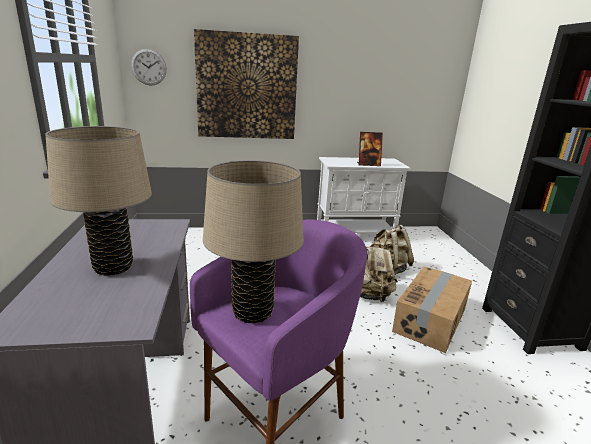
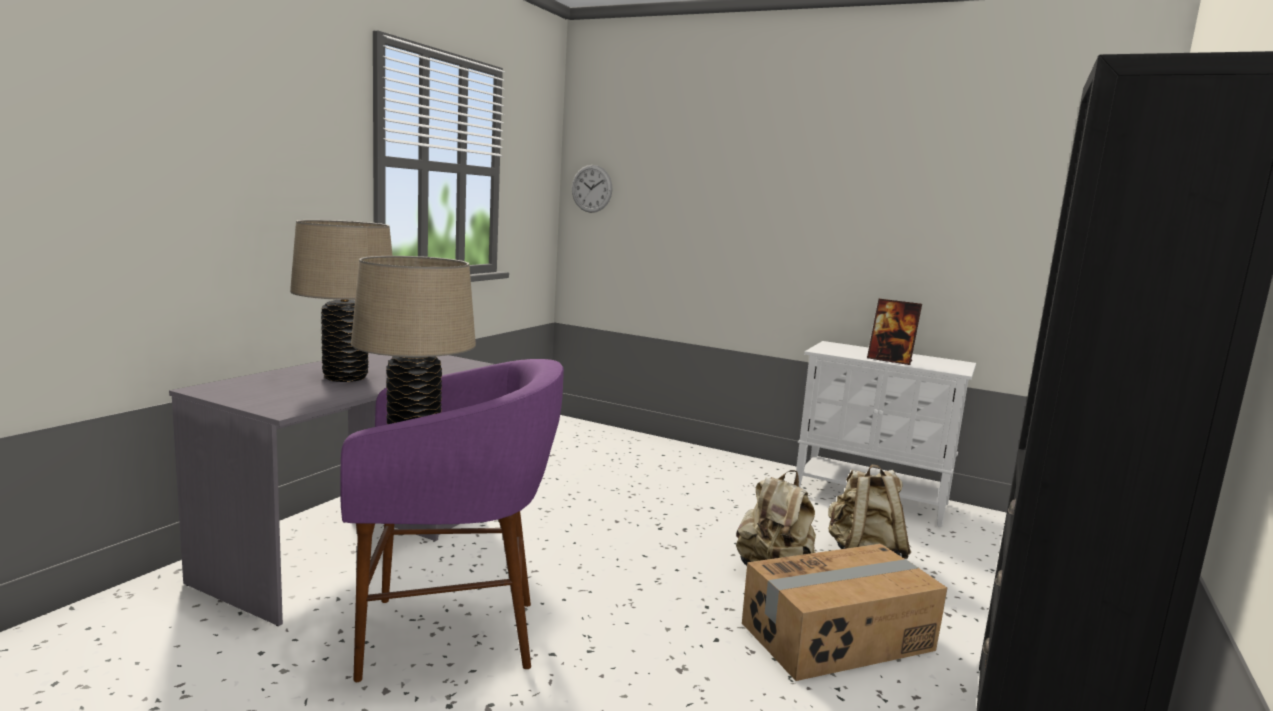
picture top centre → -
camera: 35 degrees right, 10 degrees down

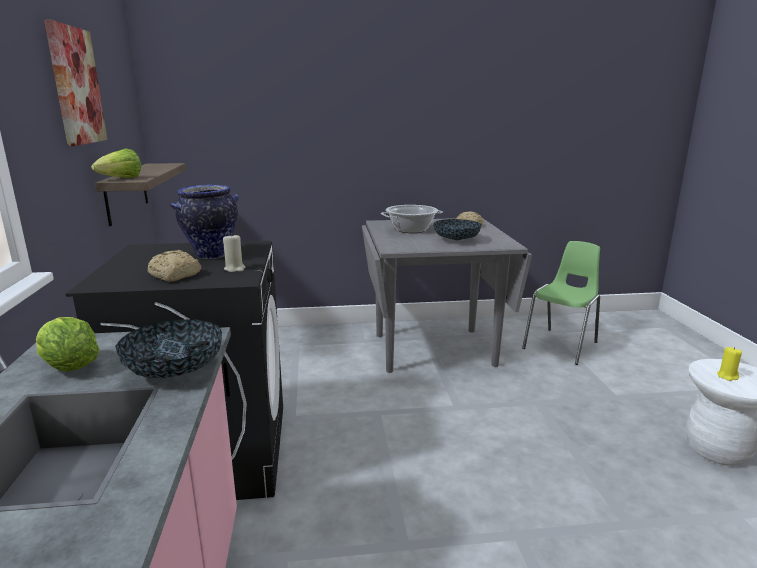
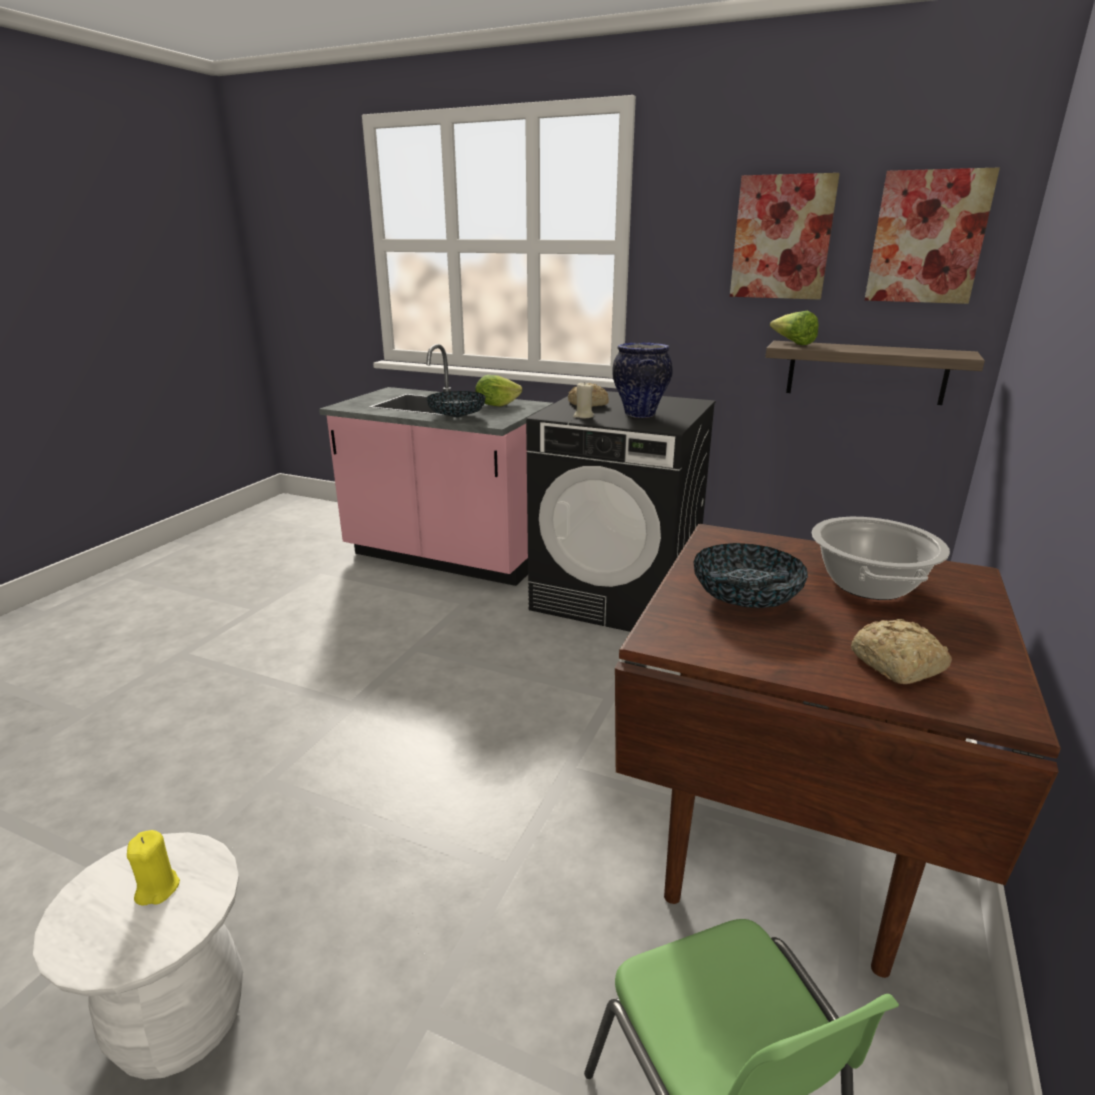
dining table (grey) centre → dining table (brown) bottom right
- → picture (2nd from left) top right
camera: 120 degrees right, 5 degrees up

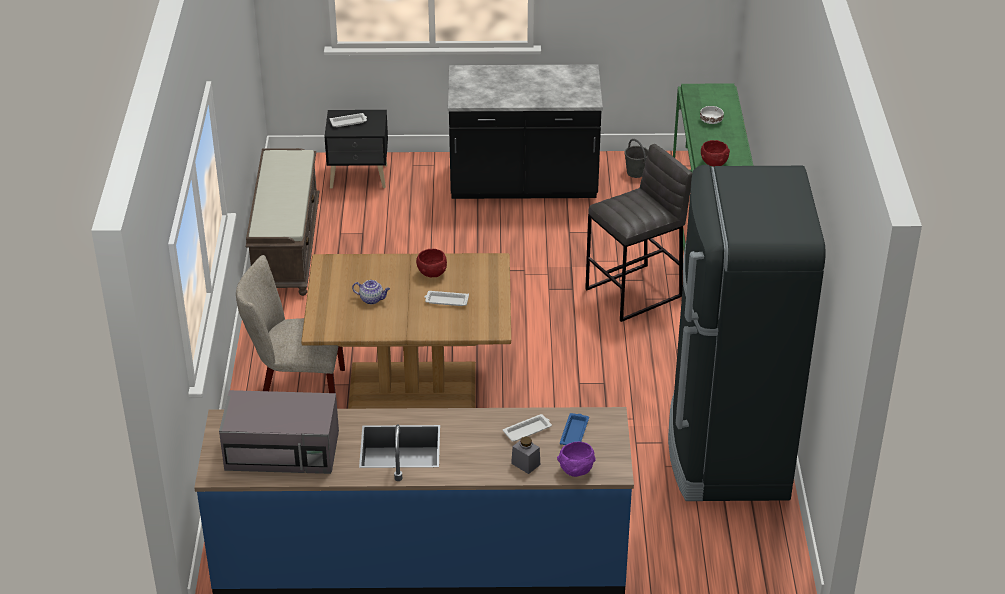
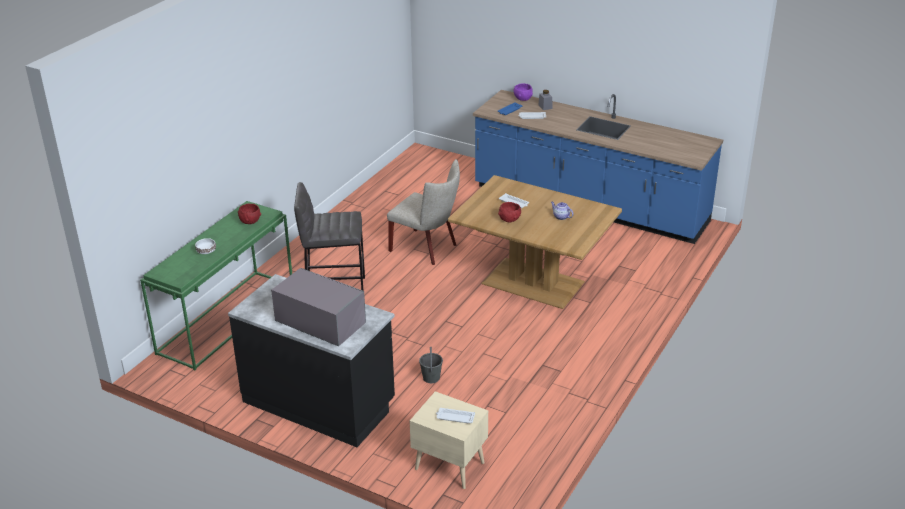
microwave (grey) bottom left → microwave (grey) centre, move
chair (beige) middle left → chair (beige) centre, move
nightstand (black) top centre → nightstand (beige) bottom centre
bucket (grey) top centre → bucket (grey) bottom centre, move
bench (brown) middle left → -
fridge (black) middle right → -
camera: 150 degrees left, 5 degrees down

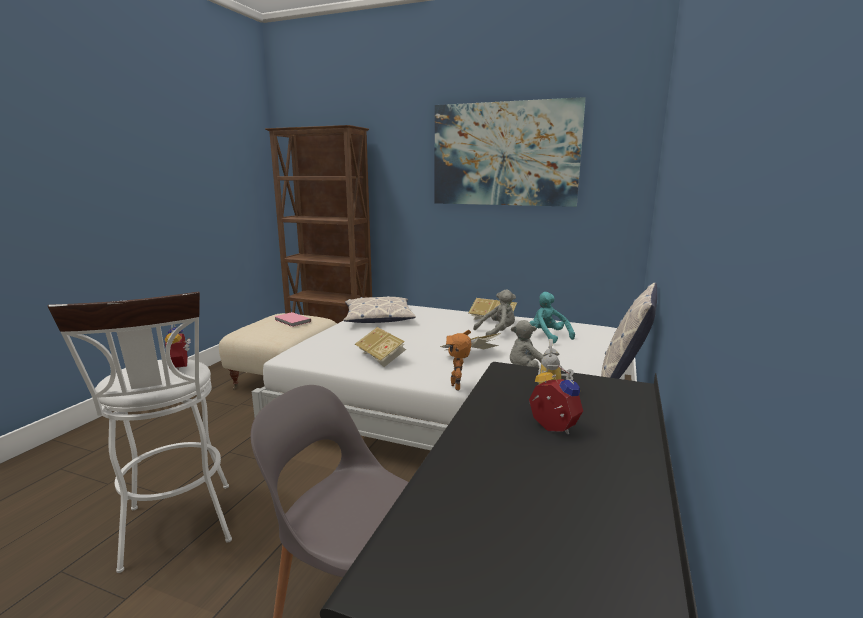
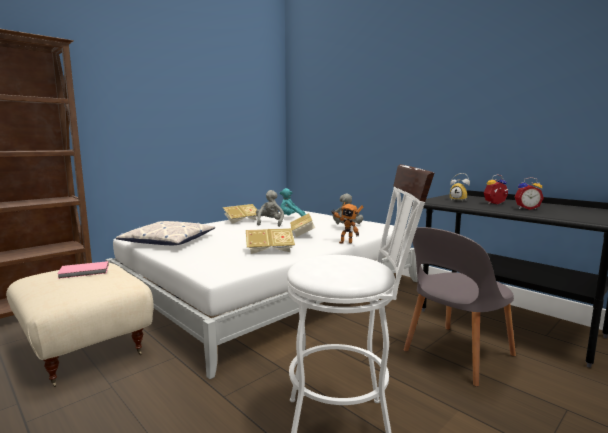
alarm clock (1st from left in the first image) middle left → alarm clock (3rd from left) middle right, move
picture top centre → -
pillow (2nd from left) middle right → -
camera: 65 degrees left, 5 degrees down

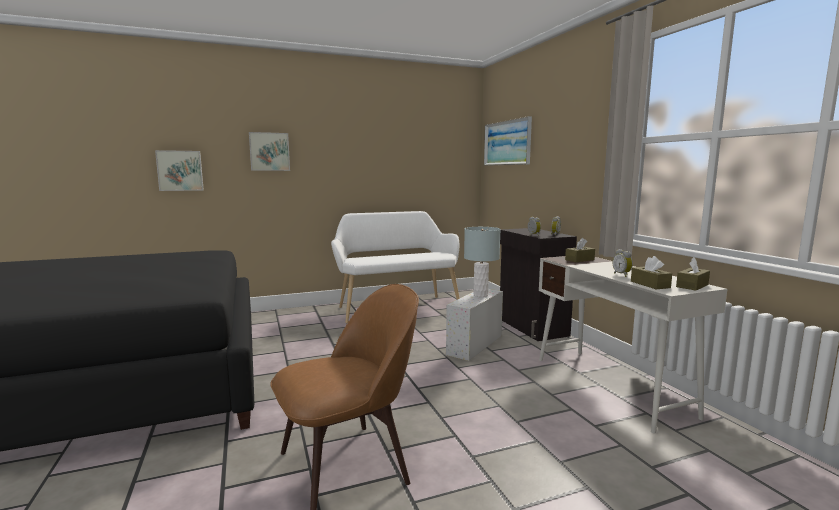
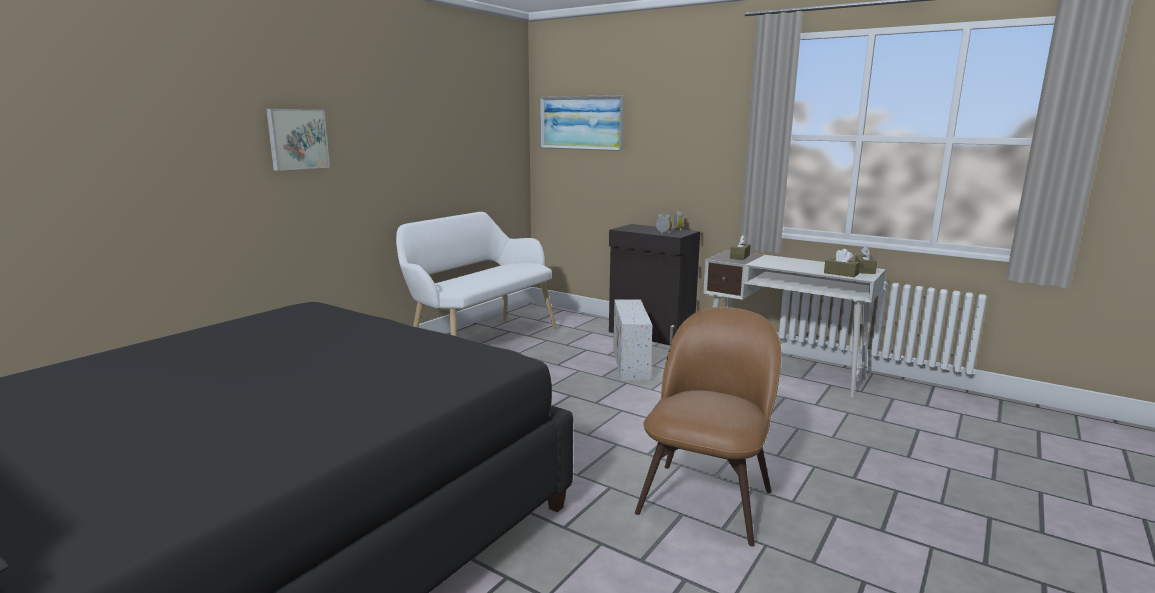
picture (1st from left) middle left → -
table lamp (grey) centre → -
alarm clock (3rd from left) middle right → -
camera: 35 degrees left, 5 degrees up

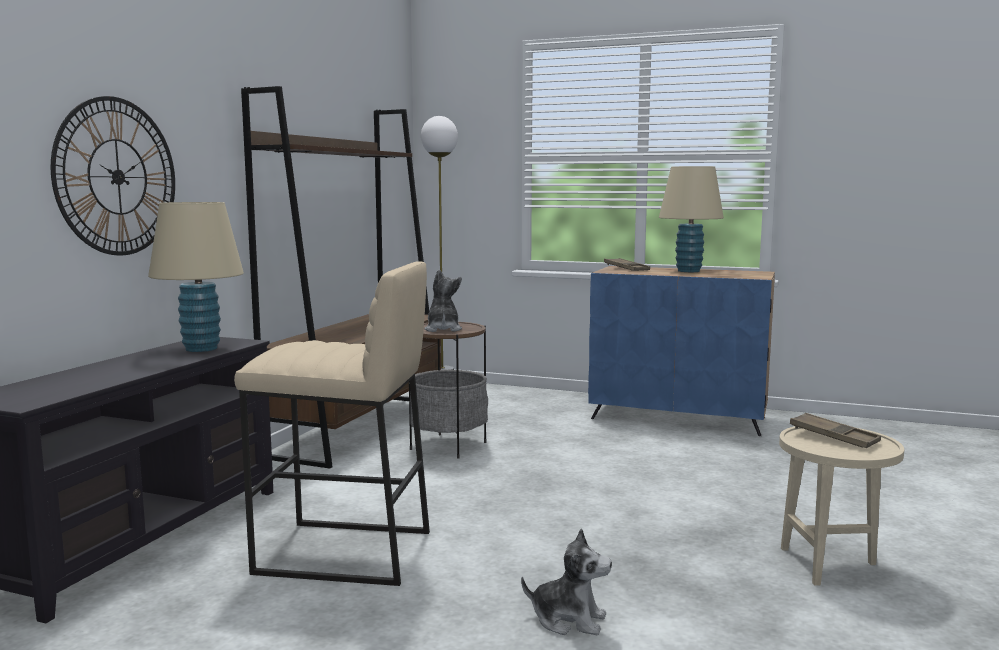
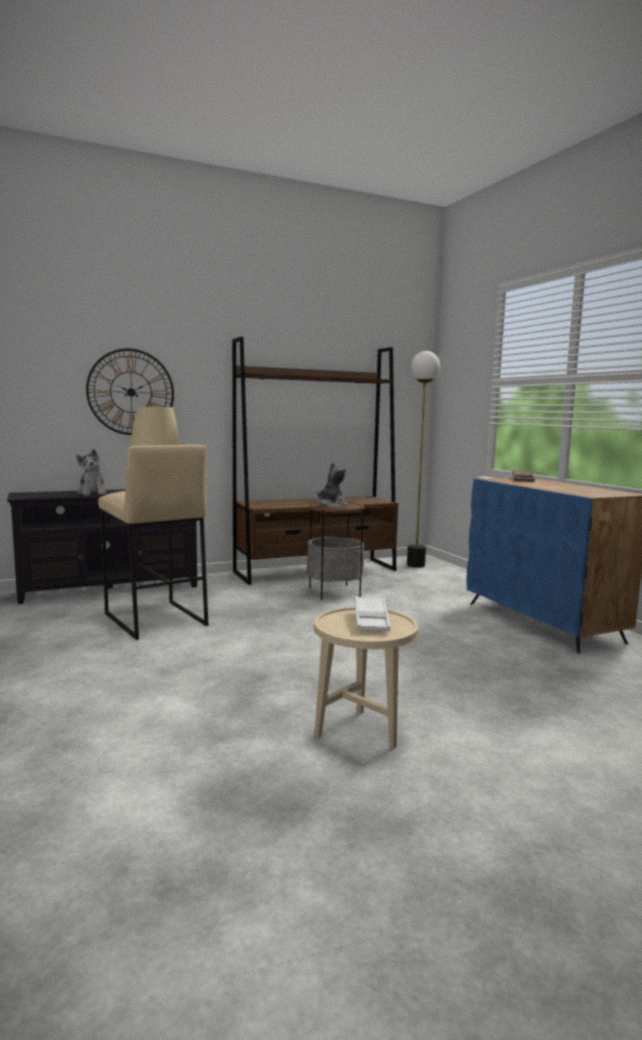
plush toy (2nd from left in the first image) bottom centre → plush toy (1st from left) middle left, move
tray (brown) (2nd from left) middle right → tray (white) centre
table lamp (beige) (2nd from left) middle right → -
camera: 45 degrees right, 0 degrees up

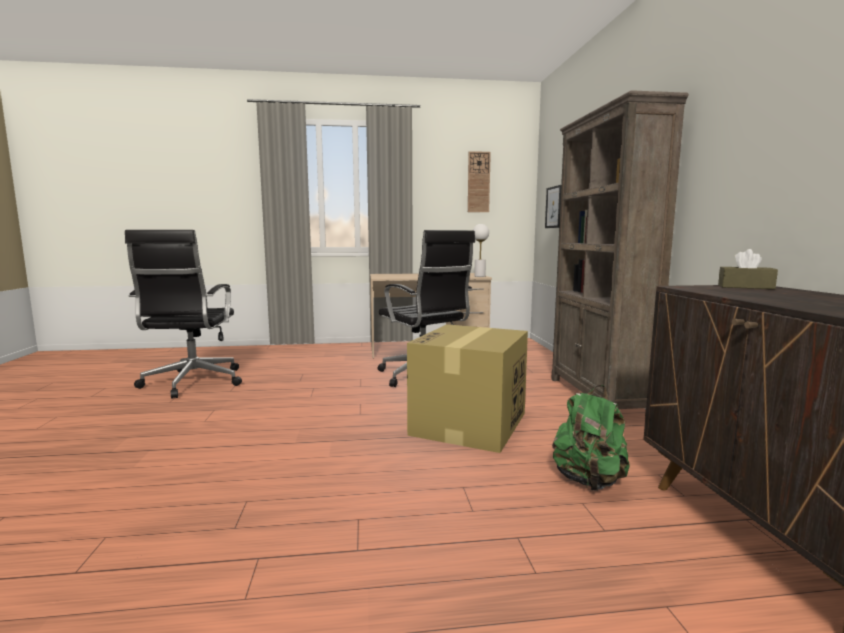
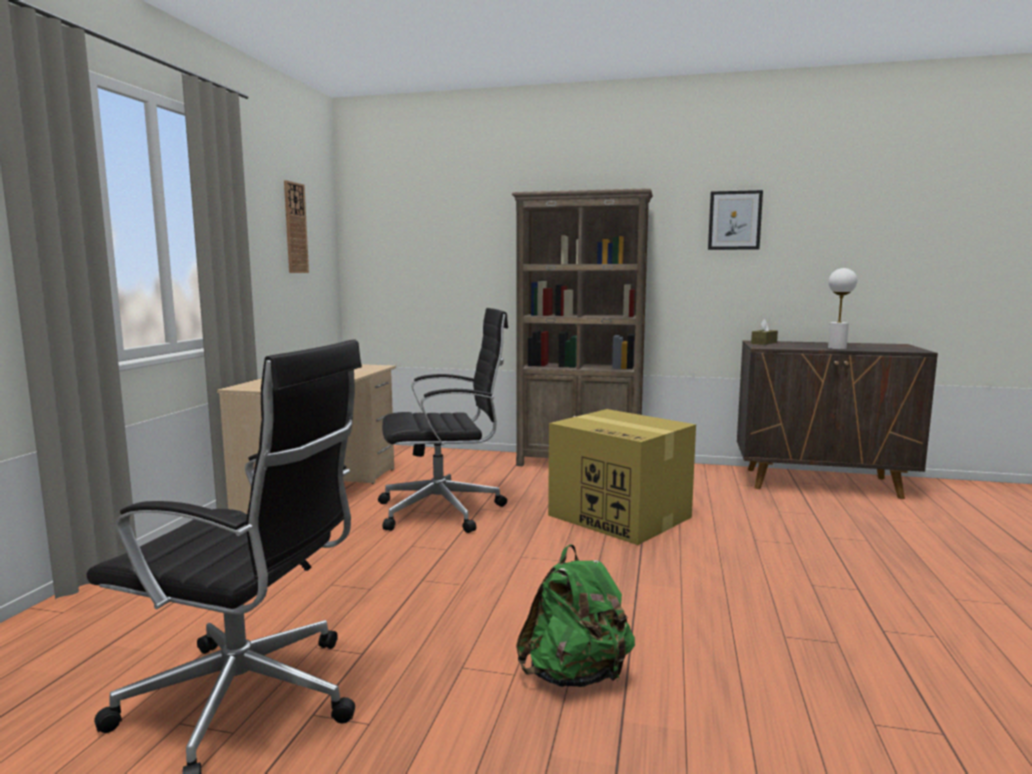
backpack (green) bottom right → backpack (green) bottom centre, move
picture top centre → picture top right, move
table lamp (white) centre → table lamp (white) middle right, move
camera: 70 degrees left, 0 degrees up

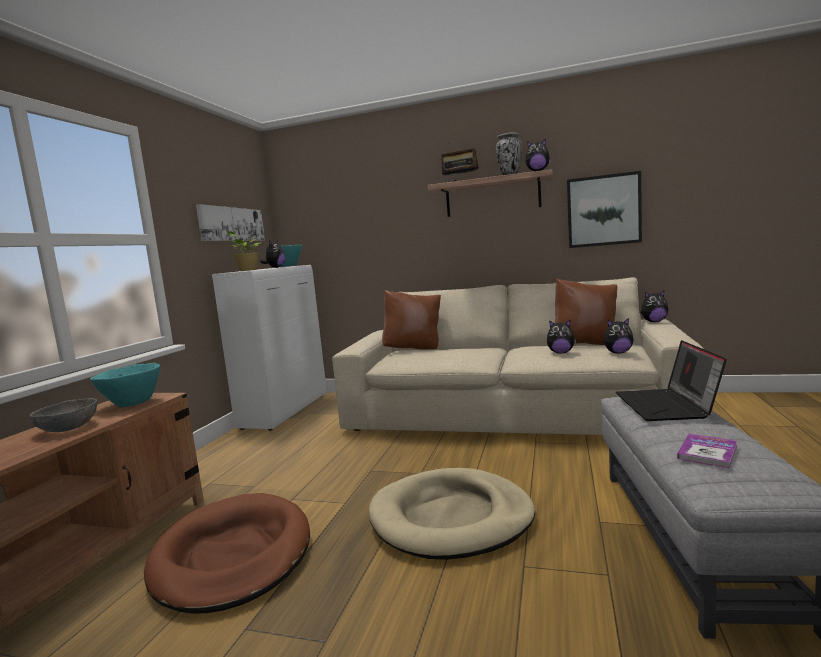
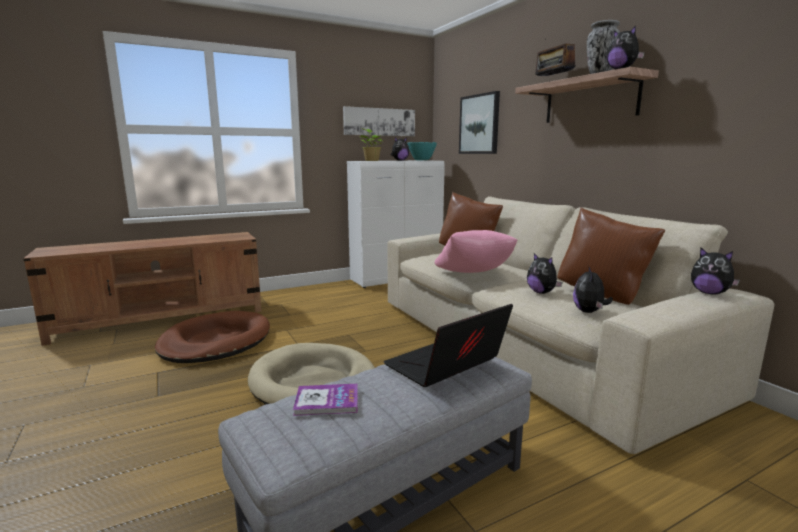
- → pillow (pink) centre
picture (2nd from left) top right → picture (2nd from left) top centre, move
plush toy (4th from left in the first image) middle right → plush toy (3rd from left) middle right, 60 degrees clockwise
bowl (grey) middle left → -
bowl (turquoise) (1st from left) middle left → -
camera: 45 degrees right, 5 degrees up

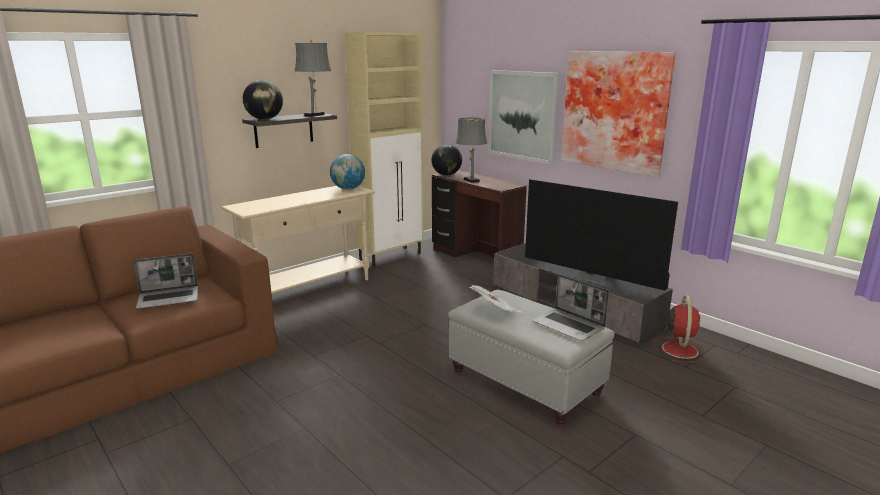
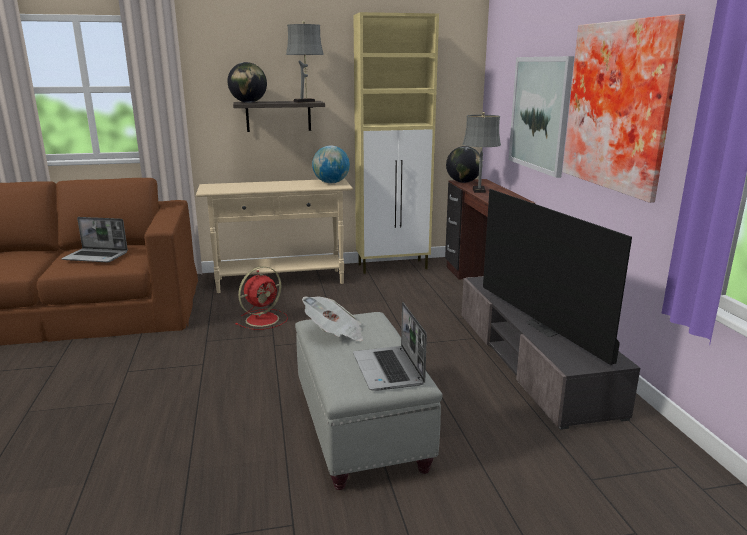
fan (red) middle right → fan (red) centre, move
camera: 30 degrees right, 0 degrees up

